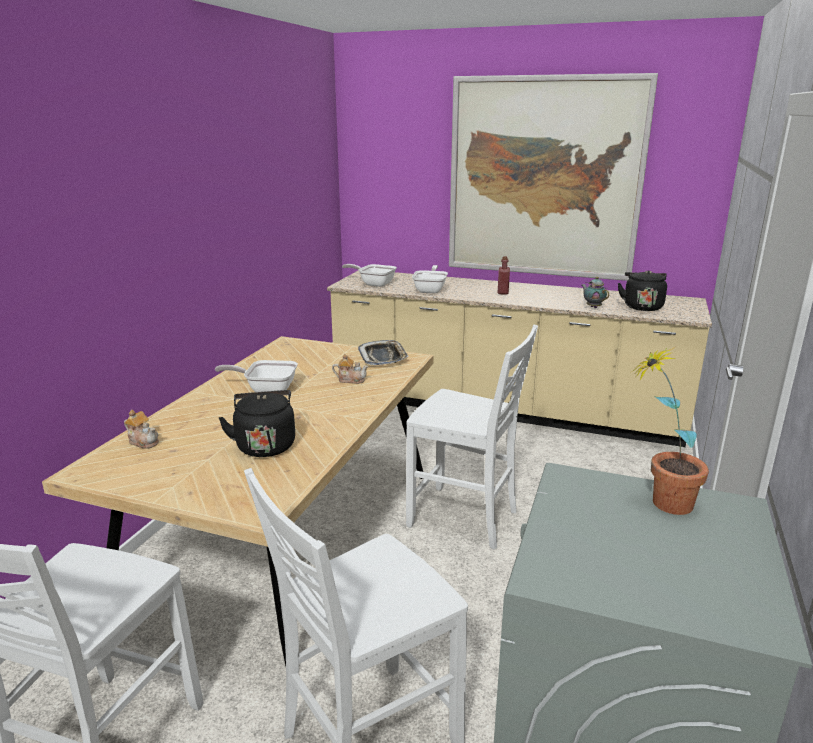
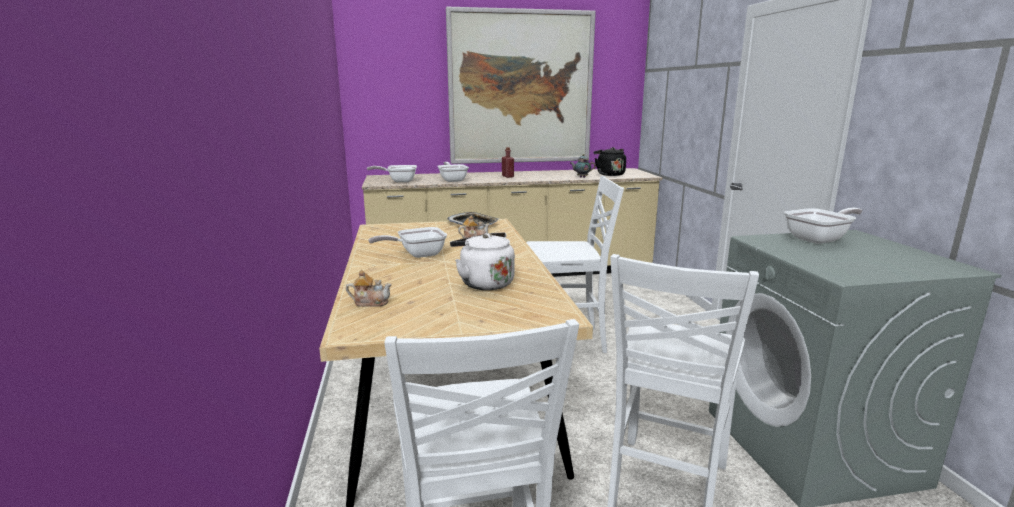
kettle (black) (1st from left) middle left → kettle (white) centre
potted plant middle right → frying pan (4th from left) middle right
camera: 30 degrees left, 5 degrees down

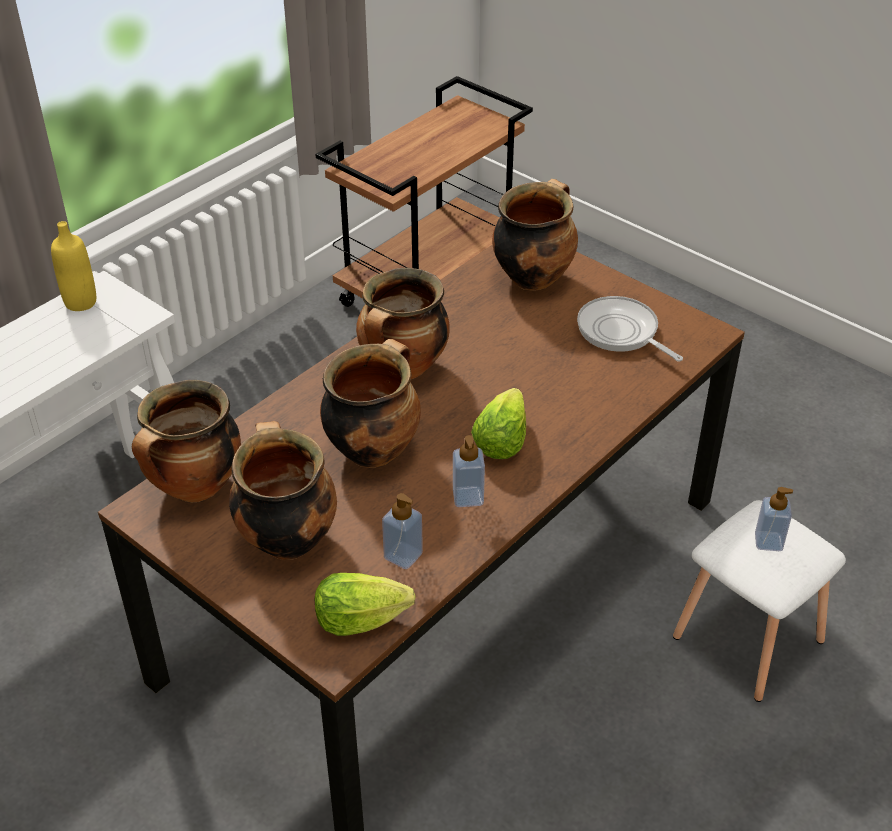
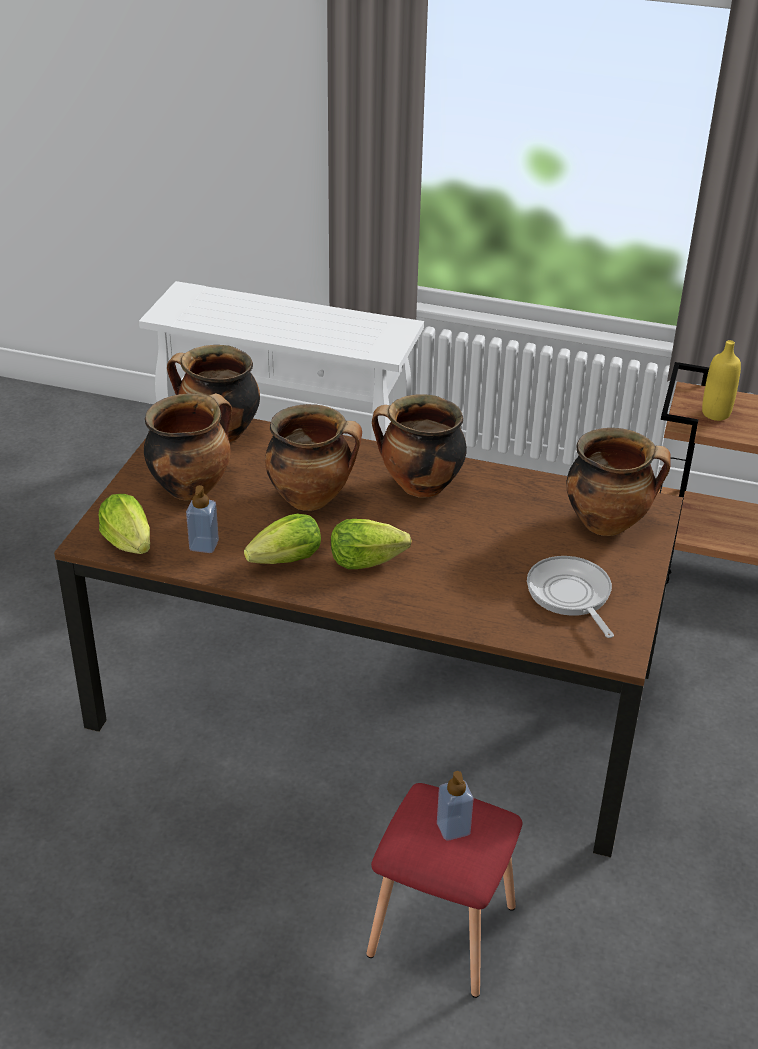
soap dispenser (2nd from left) centre → lettuce (2nd from left) centre
stool (white) bottom right → stool (red) bottom centre
frying pan middle right, 45 degrees counterclockwise
bottle (yellow) top left → bottle (yellow) middle right, move
camera: 65 degrees right, 5 degrees down

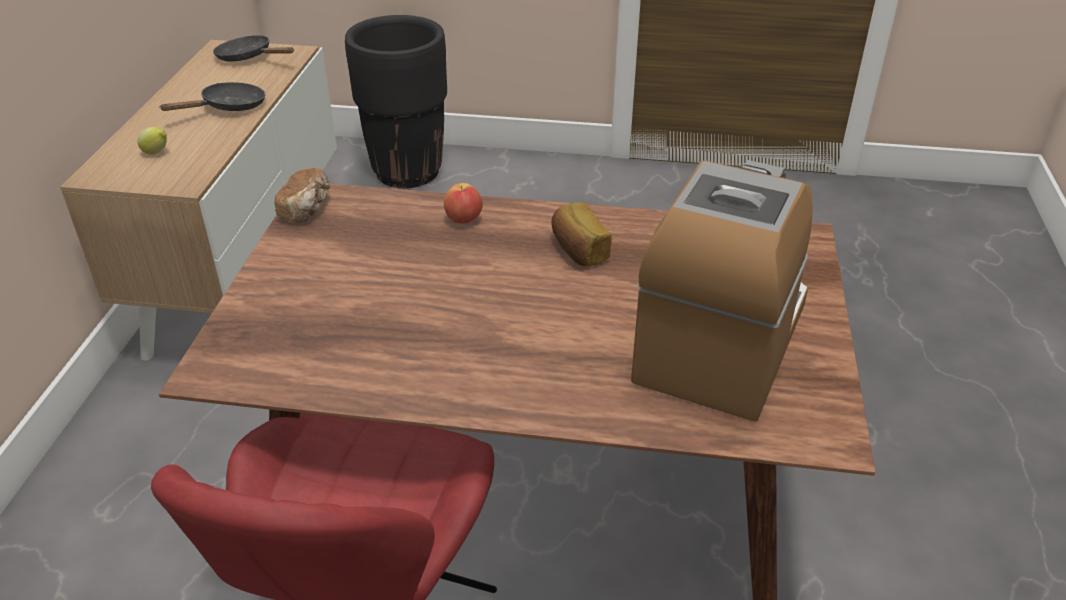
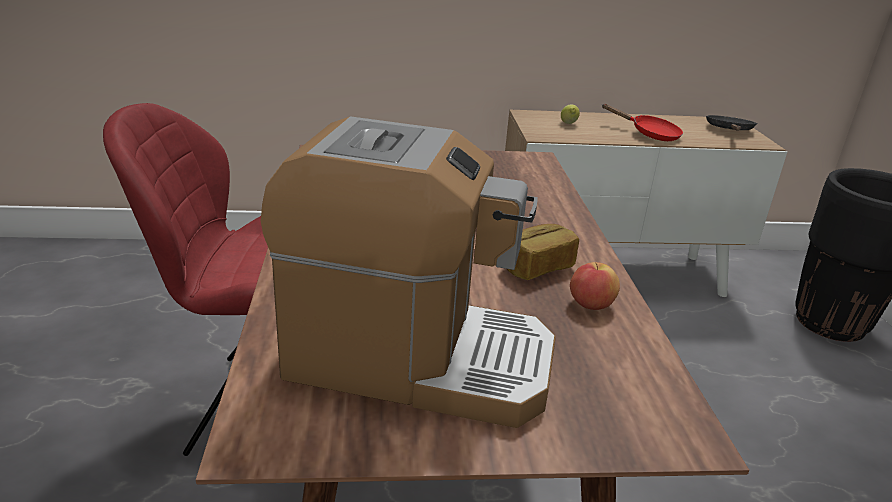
apple centre → apple middle right, move
frying pan (black) (1st from left) top left → frying pan (red) top right
bread (1st from left) top left → -
camera: 75 degrees right, 10 degrees down

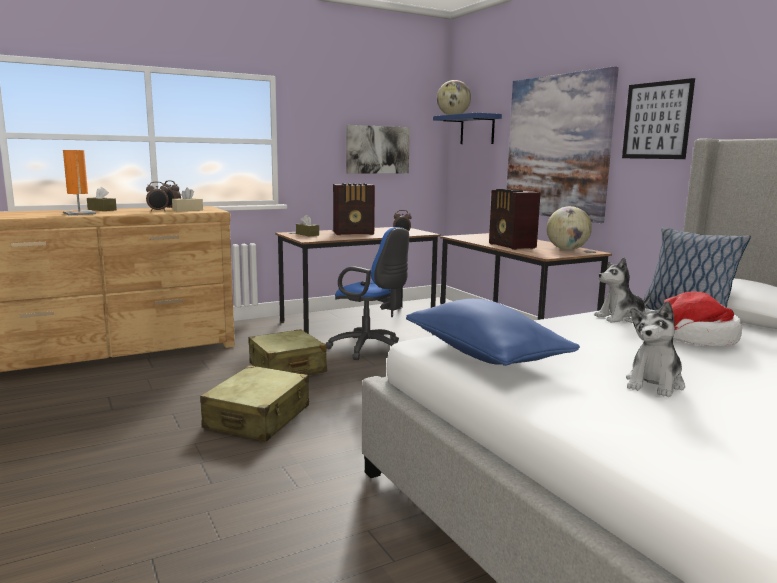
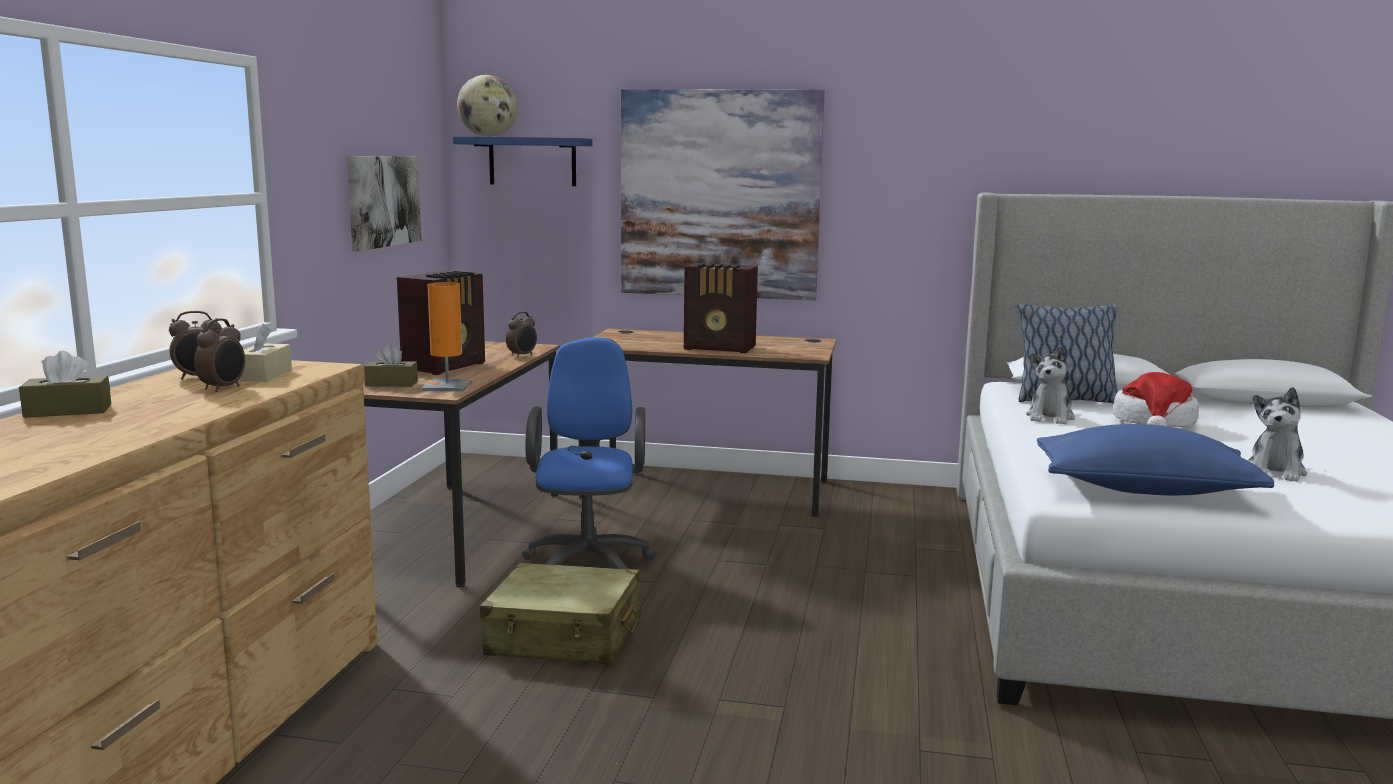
table lamp (orange) top left → table lamp (orange) middle left, move
office chair (blue) centre, 75 degrees counterclockwise
plush toy (2nd from left) middle right, 45 degrees clockwise
suitcase (beige) (1st from left) bottom left → -
globe (2nd from left) middle right → -
picture (3rd from left) top right → -
camera: 50 degrees left, 0 degrees up

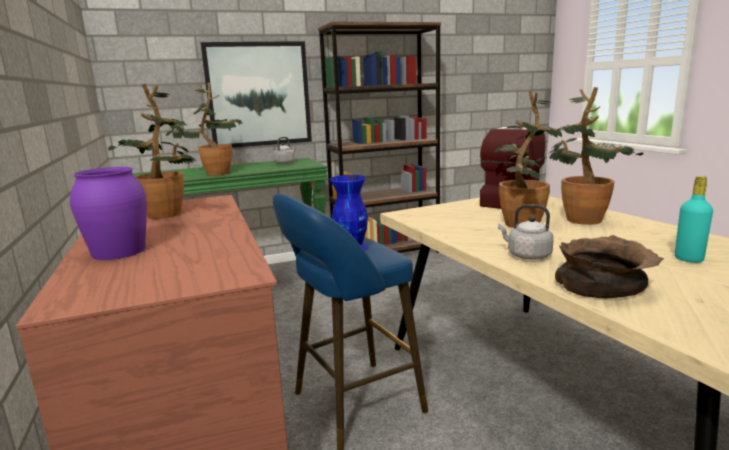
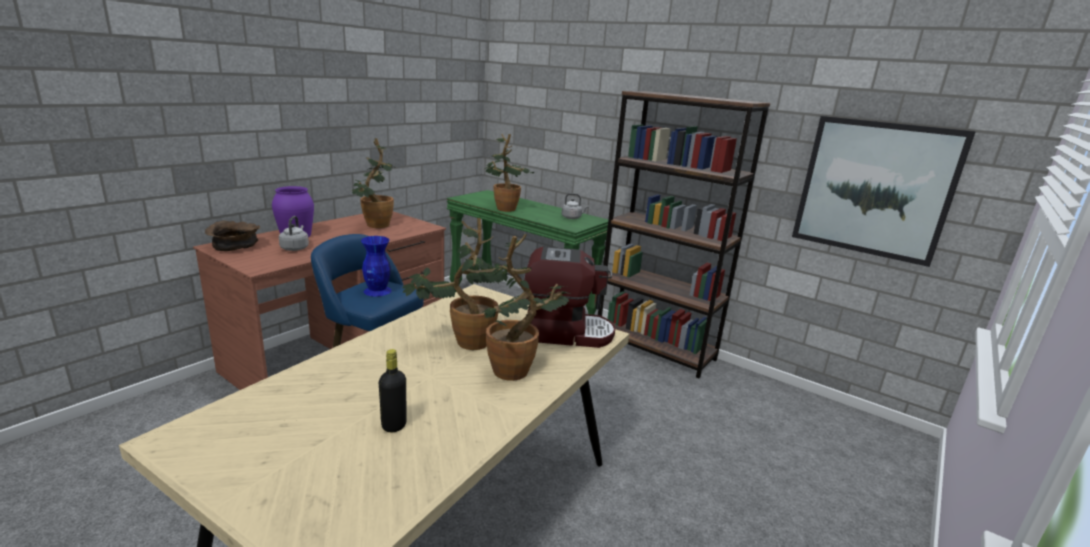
bowl (brown) middle right → bowl (brown) middle left, move
kettle (grey) (2nd from left in the first image) middle right → kettle (grey) (1st from left) middle left, move
bottle (turquoise) middle right → bottle (black) bottom centre
picture top centre → picture middle right, move
camera: 55 degrees right, 5 degrees up

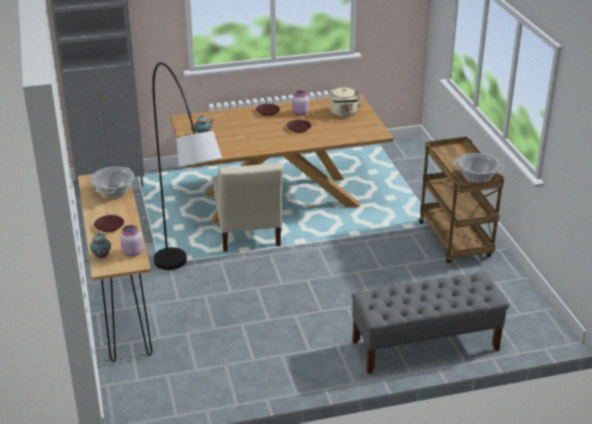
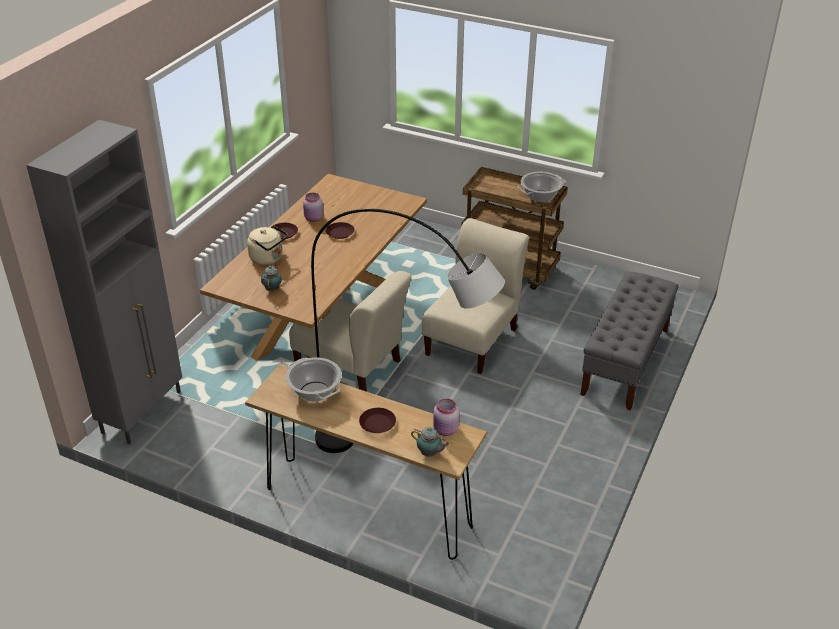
kettle (beige) top centre → kettle (beige) middle left, move
- → chair (beige) (2nd from left) centre
camera: 50 degrees left, 5 degrees up

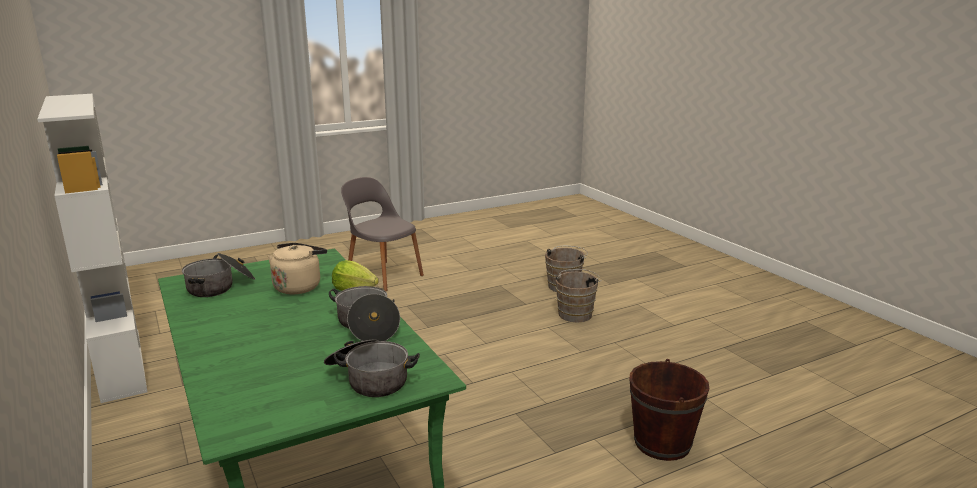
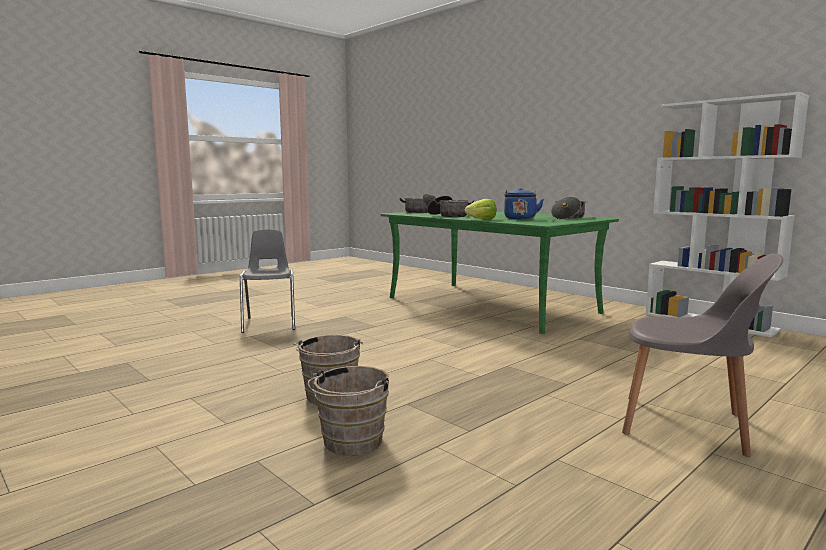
bucket (brown) (3rd from left) bottom right → chair (grey) (1st from left) middle left
kettle (beige) middle left → kettle (blue) centre
camera: 165 degrees right, 10 degrees down

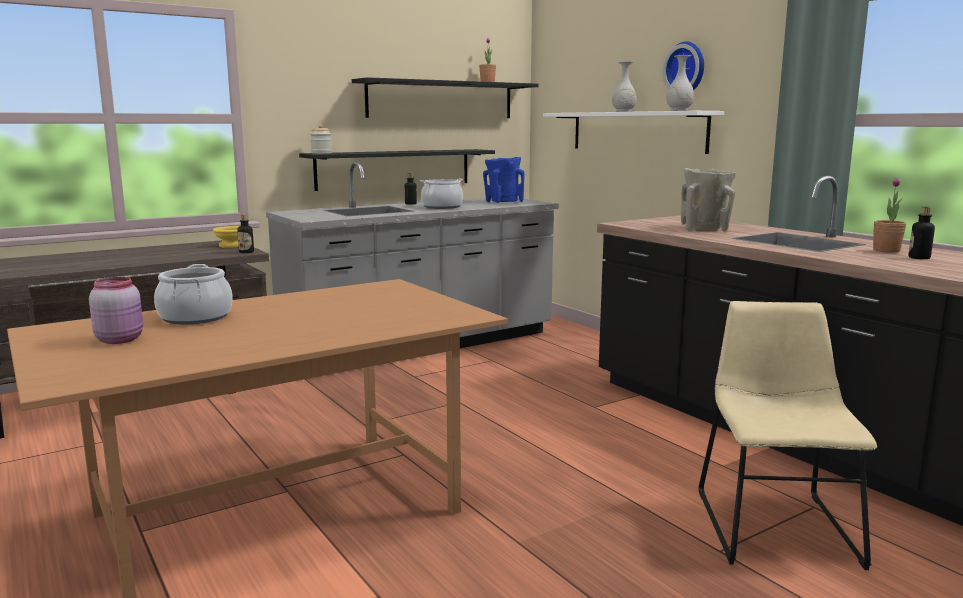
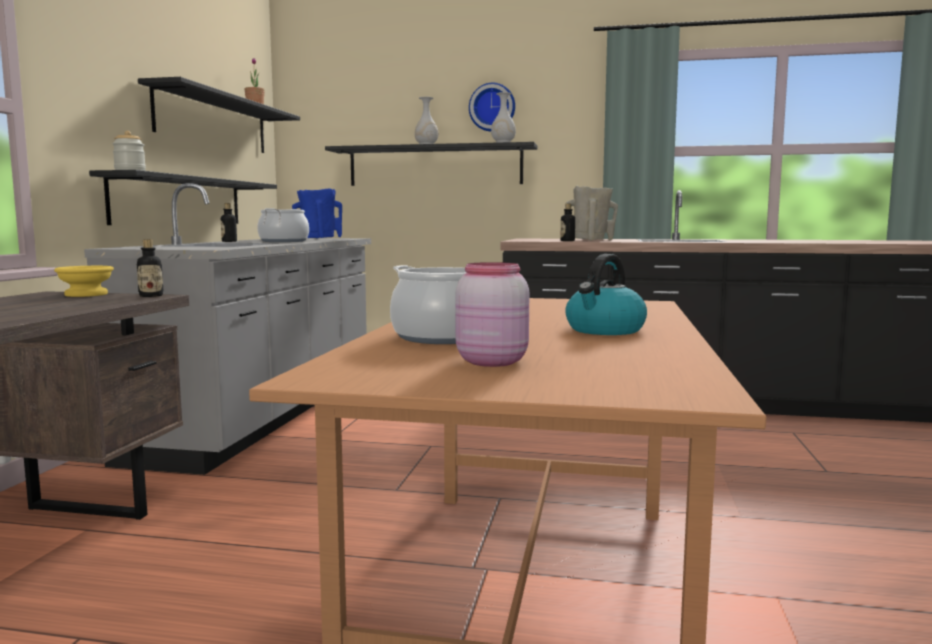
shelf (white) top centre → shelf (black) (3rd from left) top centre
bottle (3rd from left) middle right → bottle (3rd from left) centre, move
- → kettle centre
chair (beige) bottom right → -
potted plant (2nd from left) middle right → -
camera: 45 degrees left, 5 degrees down

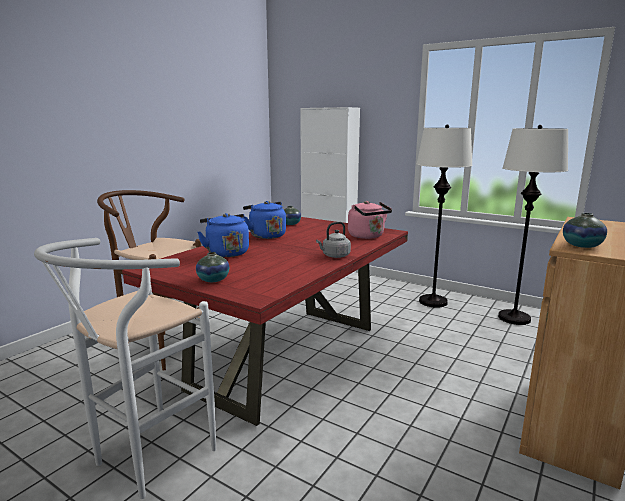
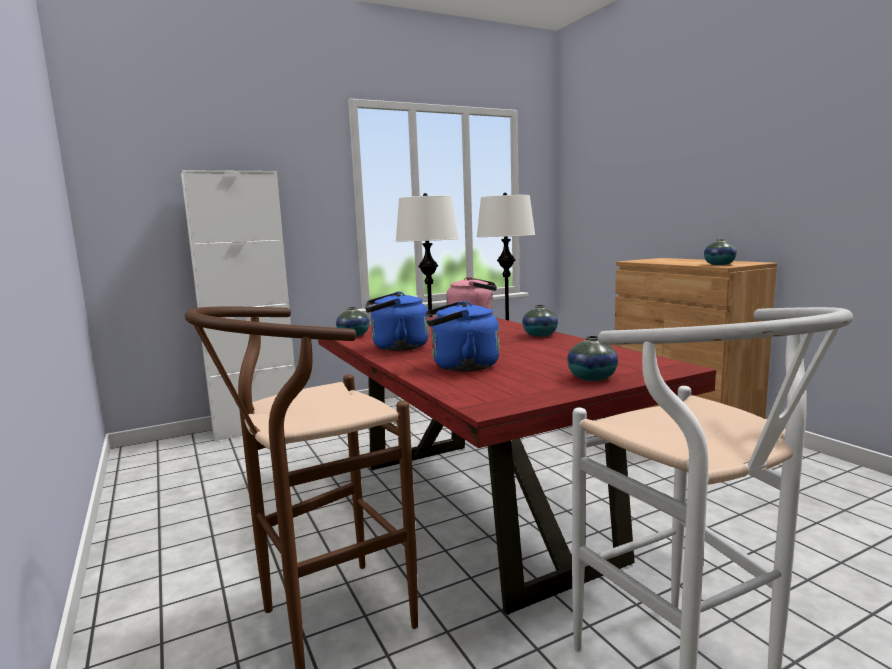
kettle (grey) centre → vase (2nd from left) centre
camera: 60 degrees left, 5 degrees down

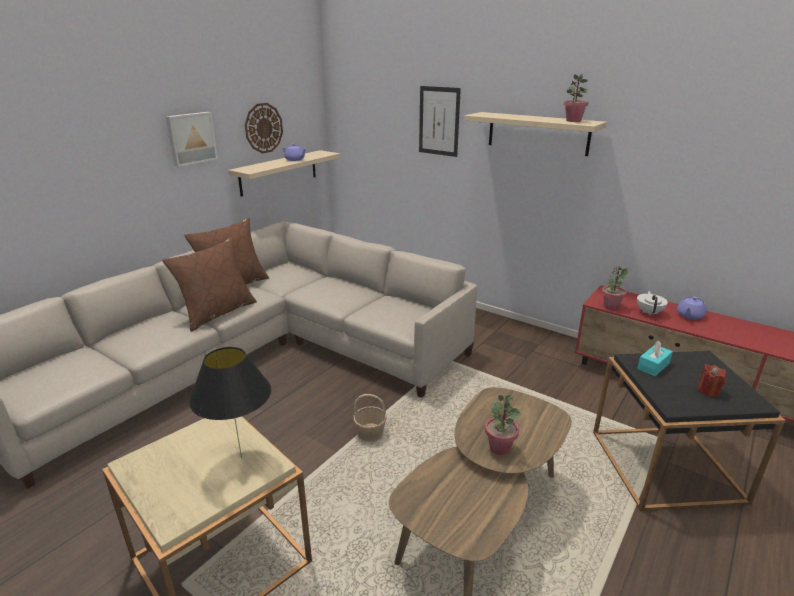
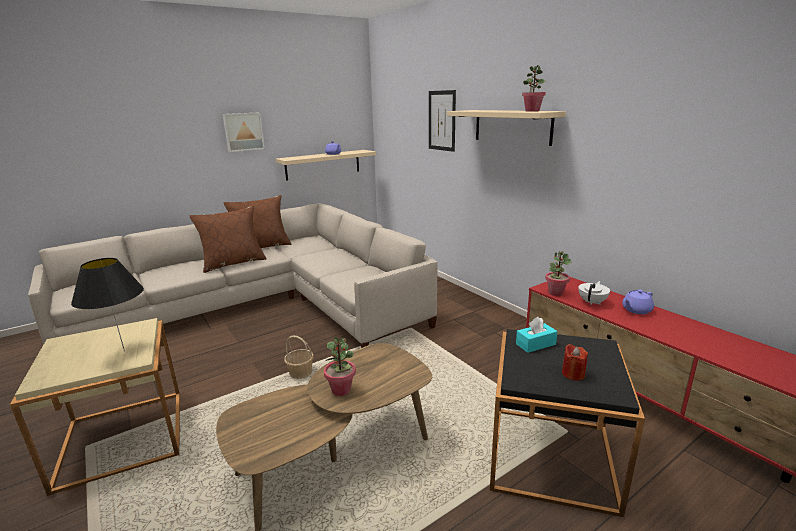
wall clock top left → -
camera: 20 degrees right, 5 degrees down

